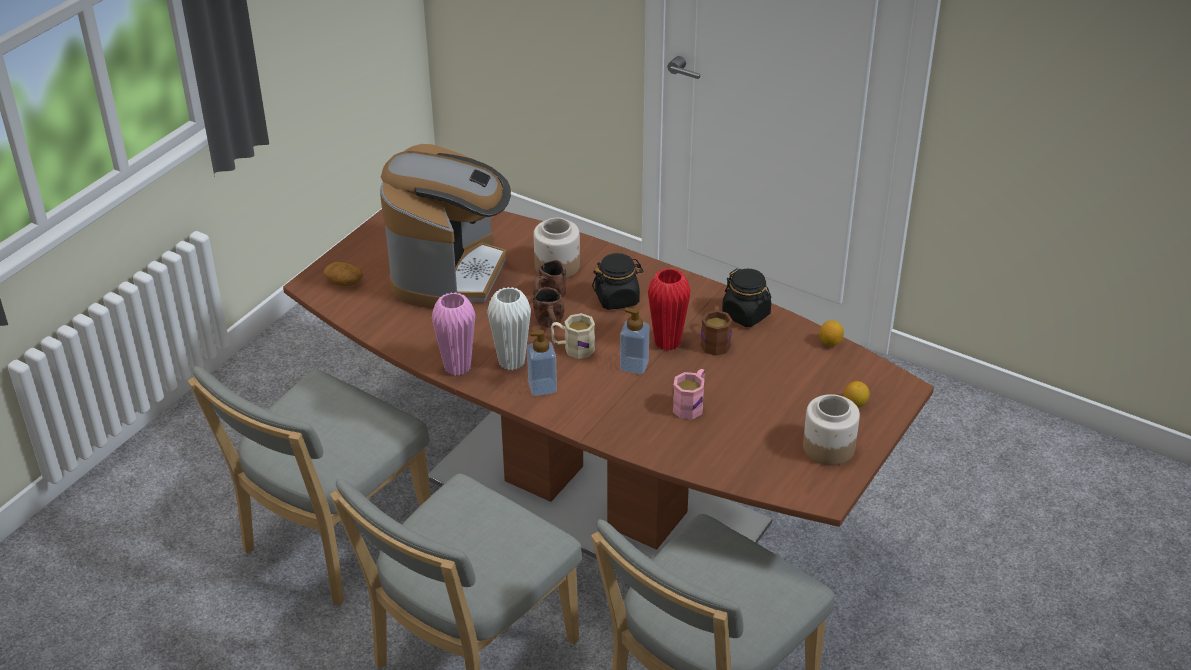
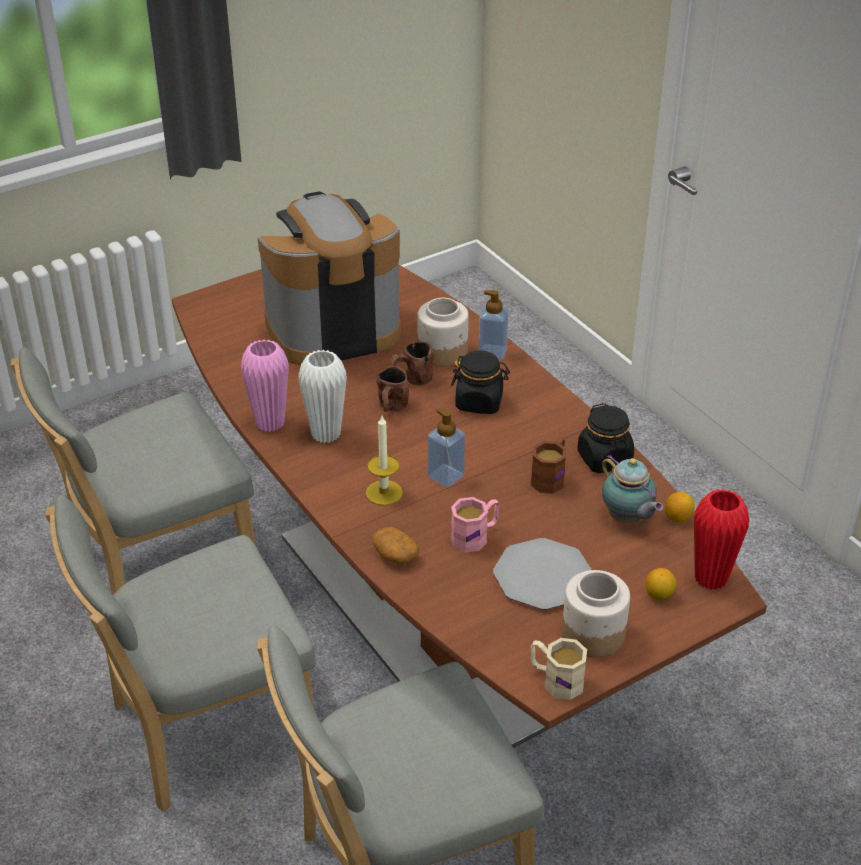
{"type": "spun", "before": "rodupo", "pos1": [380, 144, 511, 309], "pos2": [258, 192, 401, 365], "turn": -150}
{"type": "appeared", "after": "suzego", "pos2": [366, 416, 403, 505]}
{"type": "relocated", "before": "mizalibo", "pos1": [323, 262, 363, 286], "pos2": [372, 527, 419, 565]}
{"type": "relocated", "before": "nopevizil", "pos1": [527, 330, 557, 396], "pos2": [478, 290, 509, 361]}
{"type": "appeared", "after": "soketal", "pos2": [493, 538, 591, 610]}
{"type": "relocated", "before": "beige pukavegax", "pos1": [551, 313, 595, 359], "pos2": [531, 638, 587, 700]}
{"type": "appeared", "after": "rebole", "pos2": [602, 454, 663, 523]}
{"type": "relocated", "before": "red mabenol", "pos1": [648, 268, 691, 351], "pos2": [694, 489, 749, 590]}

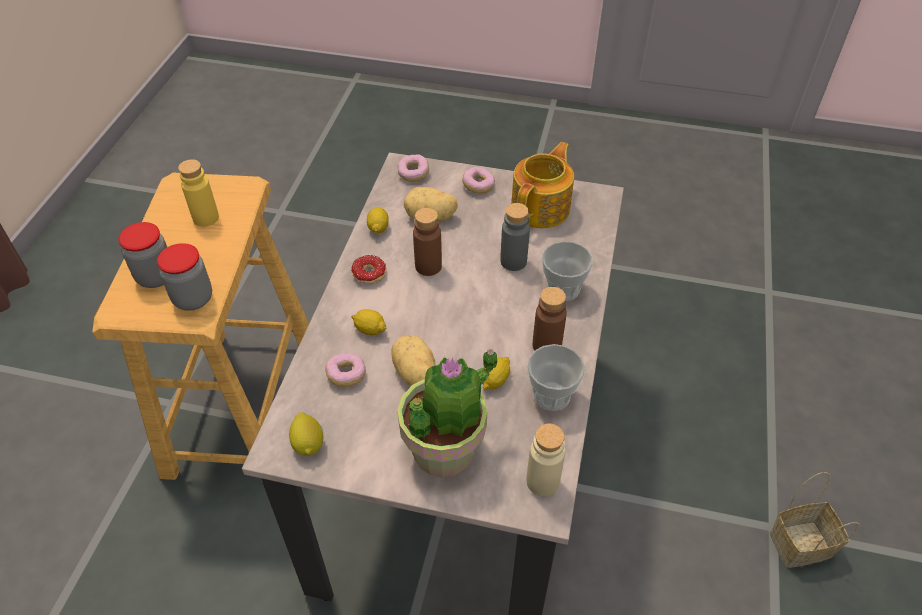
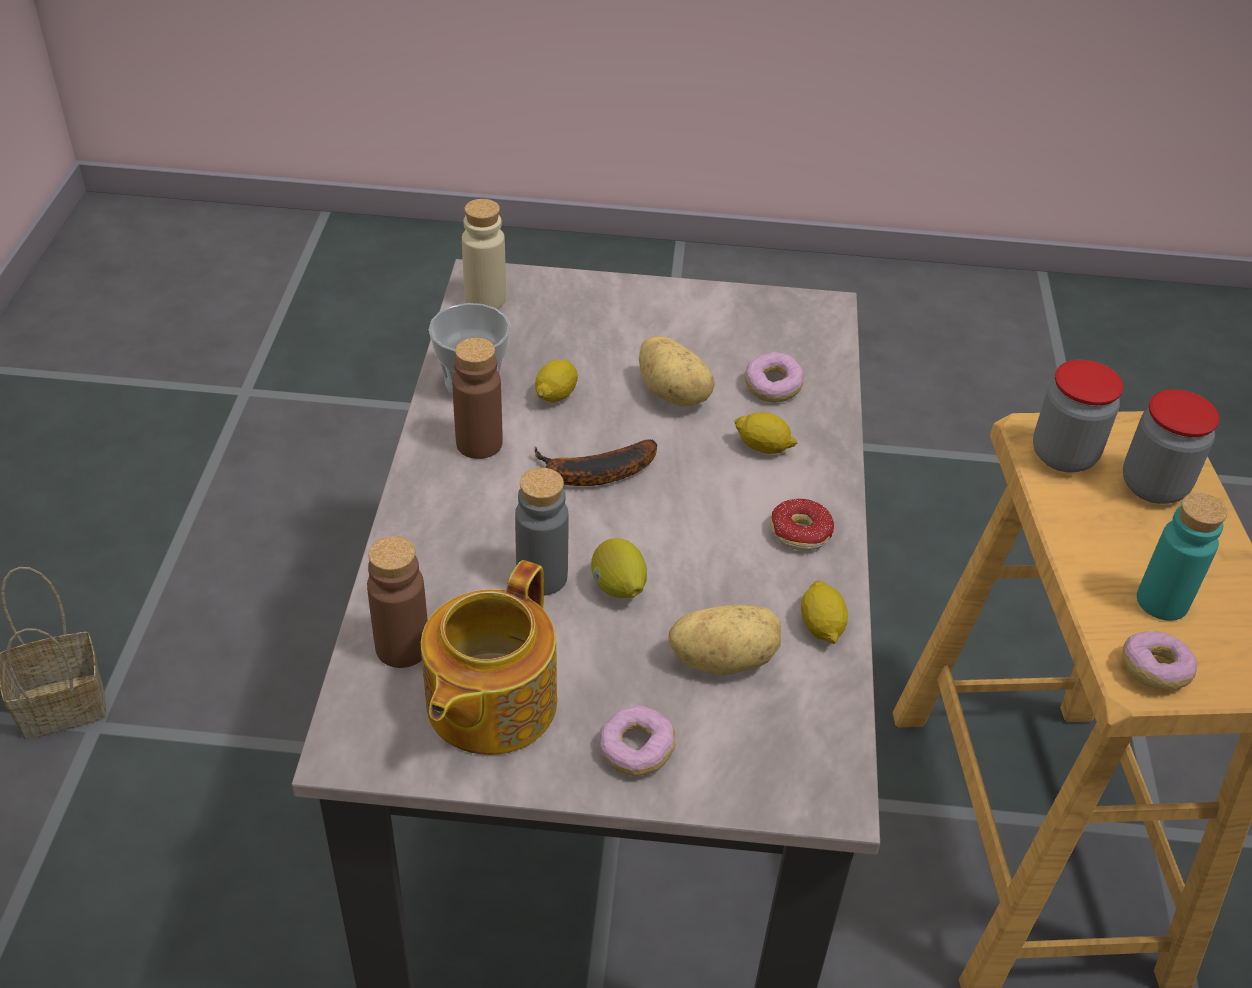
{"type": "relocated", "before": "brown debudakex", "pos1": [413, 208, 442, 276], "pos2": [367, 536, 428, 668]}
{"type": "appeared", "after": "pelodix", "pos2": [534, 440, 657, 486]}
{"type": "relocated", "before": "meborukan", "pos1": [289, 412, 323, 456], "pos2": [591, 538, 647, 598]}
{"type": "relocated", "before": "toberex", "pos1": [398, 154, 429, 182], "pos2": [1122, 632, 1197, 691]}
{"type": "colour", "before": "yellow debudakex", "after": "turquoise debudakex", "pos1": [178, 159, 219, 227], "pos2": [1137, 493, 1227, 621]}
{"type": "missing", "before": "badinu", "pos1": [397, 349, 497, 477]}
{"type": "missing", "before": "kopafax", "pos1": [542, 241, 593, 301]}

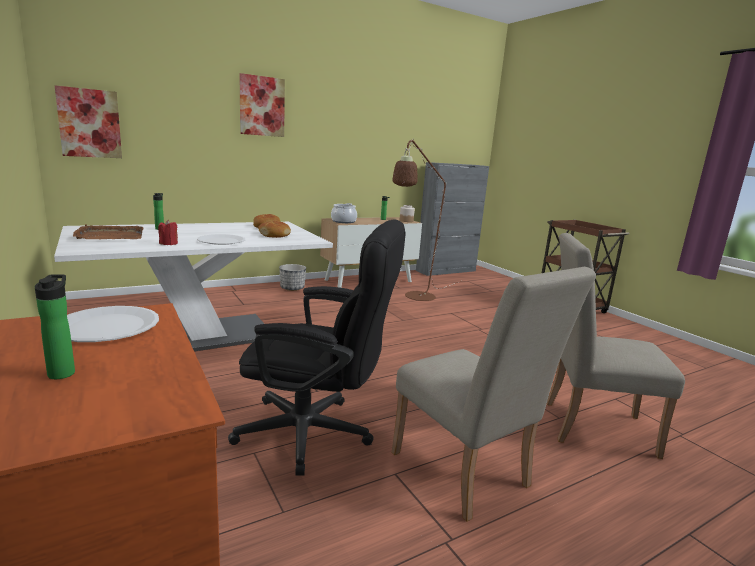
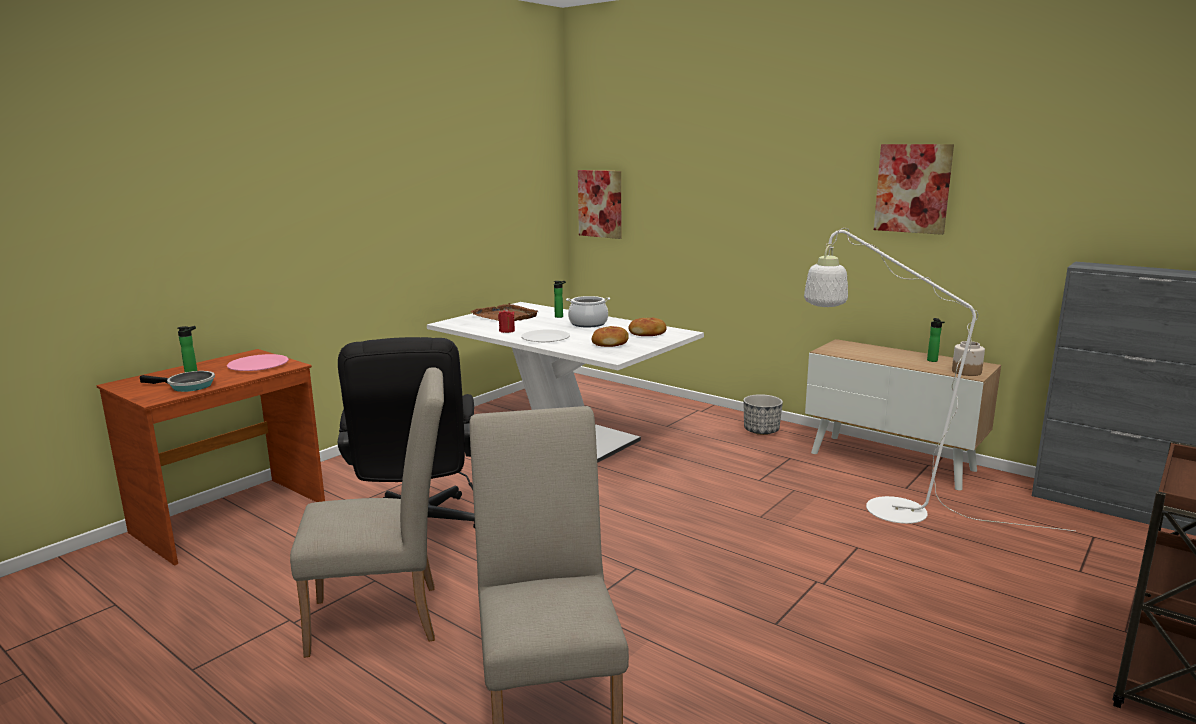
{"type": "appeared", "after": "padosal", "pos2": [140, 371, 215, 392]}
{"type": "colour", "before": "white soketal", "after": "pink soketal", "pos1": [67, 306, 159, 342], "pos2": [227, 354, 289, 371]}
{"type": "spun", "before": "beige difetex", "pos1": [392, 267, 596, 522], "pos2": [290, 368, 444, 658], "turn": -135}
{"type": "relocated", "before": "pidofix", "pos1": [331, 203, 357, 223], "pos2": [566, 296, 610, 328]}
{"type": "colour", "before": "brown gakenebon", "after": "white gakenebon", "pos1": [392, 138, 461, 301], "pos2": [804, 228, 1076, 531]}
{"type": "relocated", "before": "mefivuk", "pos1": [239, 73, 285, 137], "pos2": [874, 144, 954, 235]}

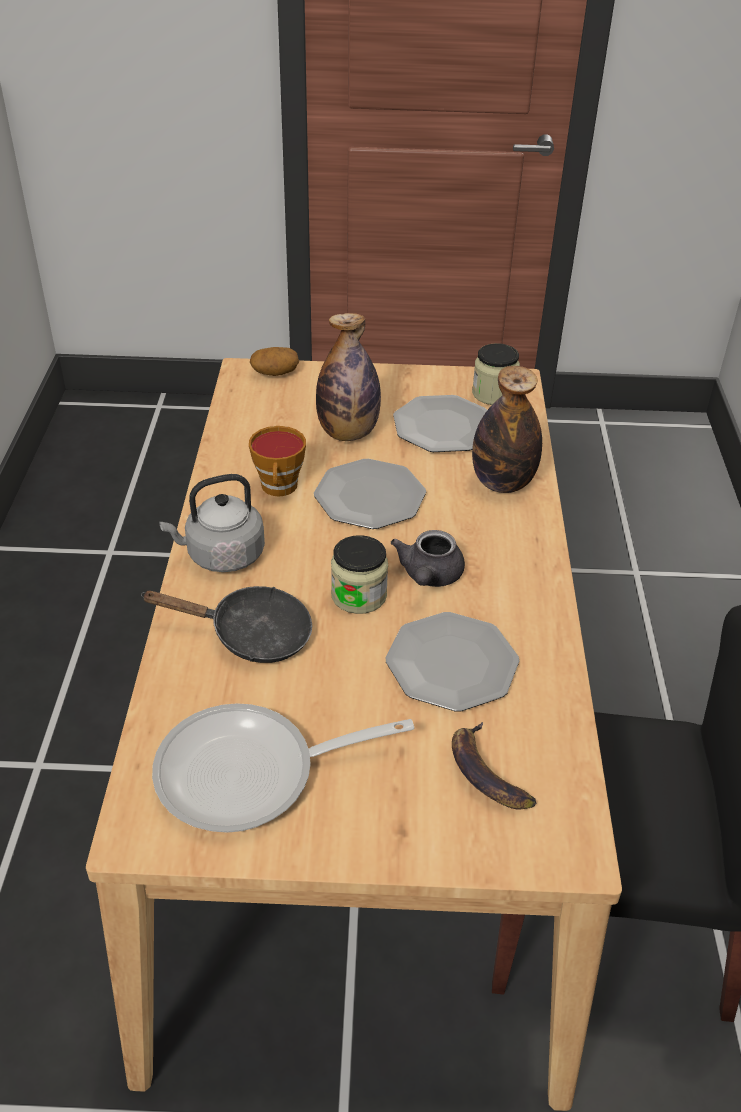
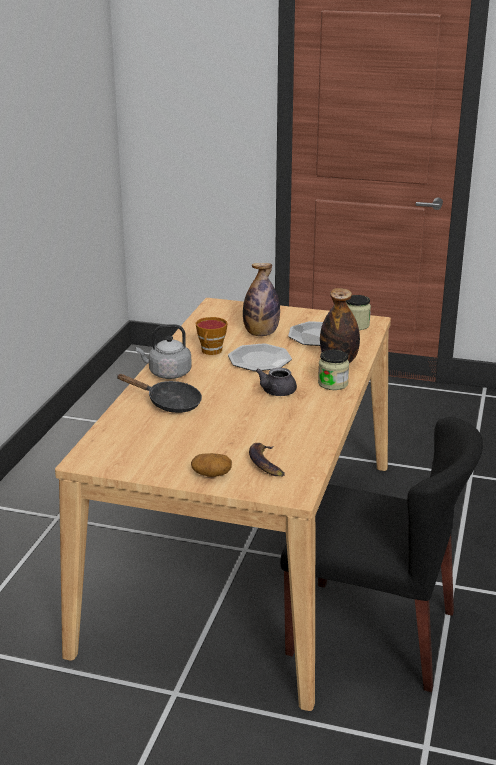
{"type": "relocated", "before": "mizalibo", "pos1": [250, 347, 299, 376], "pos2": [191, 453, 232, 477]}
{"type": "relocated", "before": "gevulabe", "pos1": [331, 535, 388, 614], "pos2": [318, 350, 349, 390]}
{"type": "missing", "before": "padosal", "pos1": [152, 703, 414, 833]}
{"type": "missing", "before": "soketal", "pos1": [386, 612, 519, 712]}

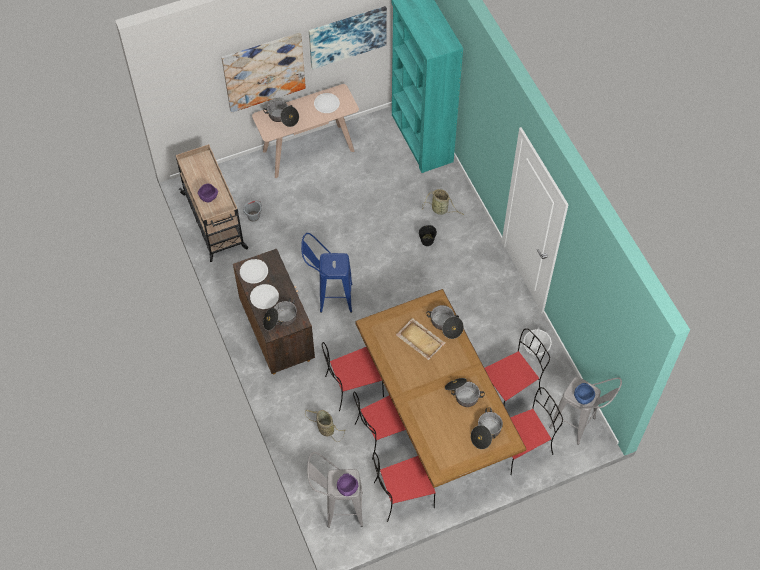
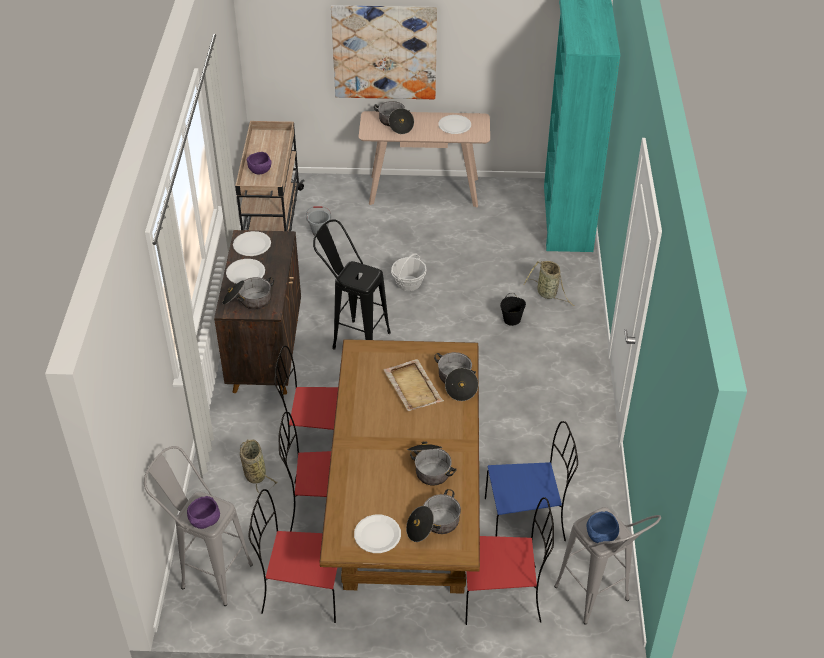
{"type": "colour", "before": "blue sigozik", "after": "black sigozik", "pos1": [301, 233, 353, 313], "pos2": [313, 219, 391, 350]}
{"type": "appeared", "after": "white soketal", "pos2": [354, 515, 401, 553]}
{"type": "relocated", "before": "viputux", "pos1": [523, 327, 552, 357], "pos2": [391, 253, 426, 291]}
{"type": "colour", "before": "red difetex", "after": "blue difetex", "pos1": [485, 328, 550, 405], "pos2": [485, 421, 578, 541]}
{"type": "missing", "before": "mefivuk", "pos1": [309, 6, 387, 69]}

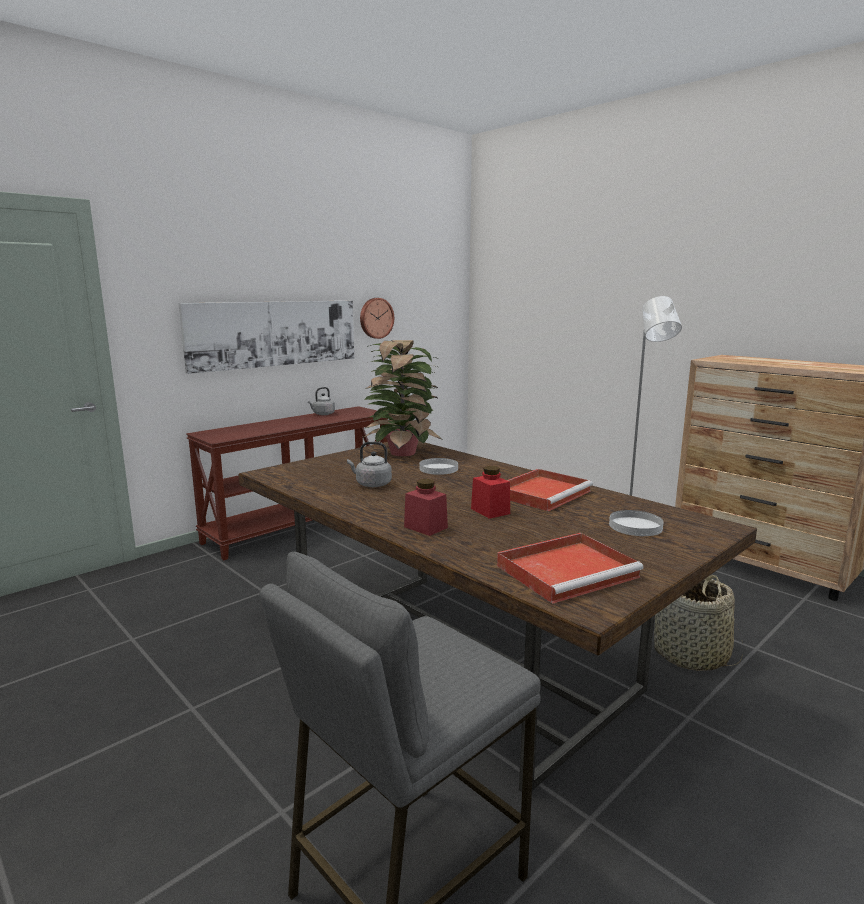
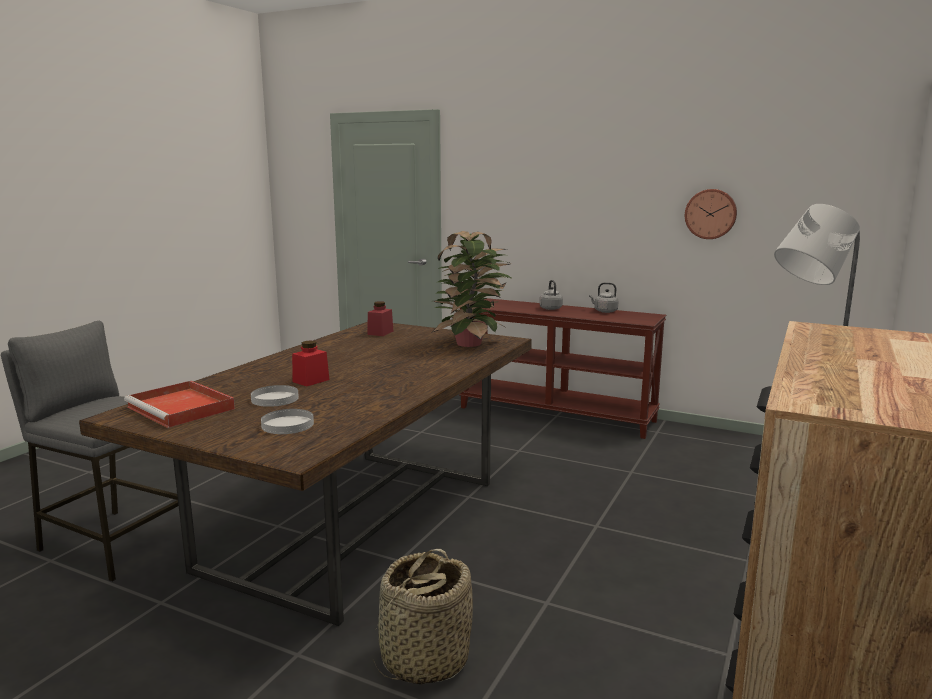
{"type": "relocated", "before": "white soketal", "pos1": [419, 458, 458, 475], "pos2": [251, 385, 299, 407]}
{"type": "relocated", "before": "red gevulabe", "pos1": [404, 479, 448, 536], "pos2": [367, 301, 394, 336]}
{"type": "relocated", "before": "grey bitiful", "pos1": [347, 442, 392, 487], "pos2": [539, 280, 563, 310]}
{"type": "missing", "before": "mefivuk", "pos1": [179, 301, 354, 374]}
{"type": "missing", "before": "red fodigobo", "pos1": [507, 469, 593, 511]}

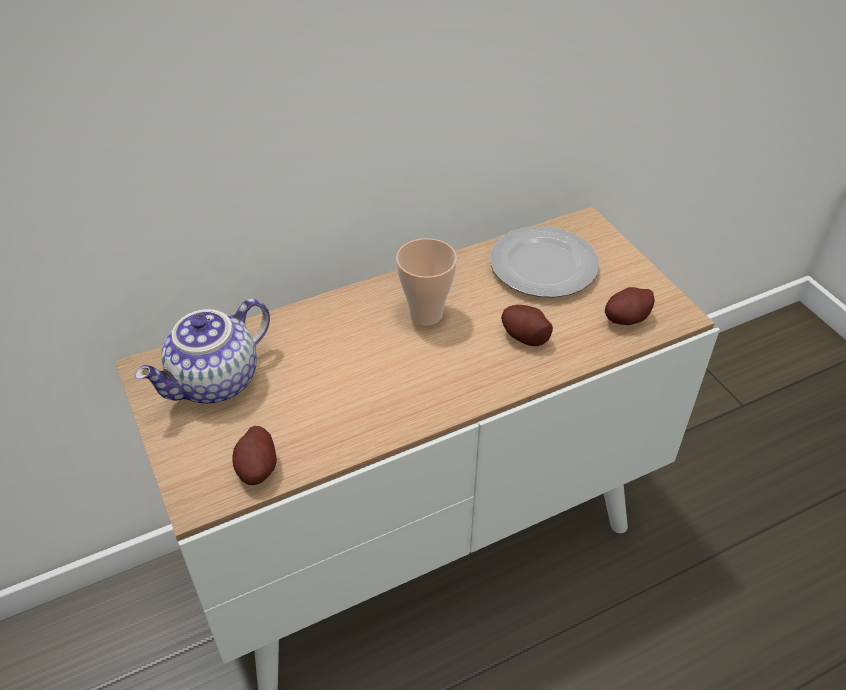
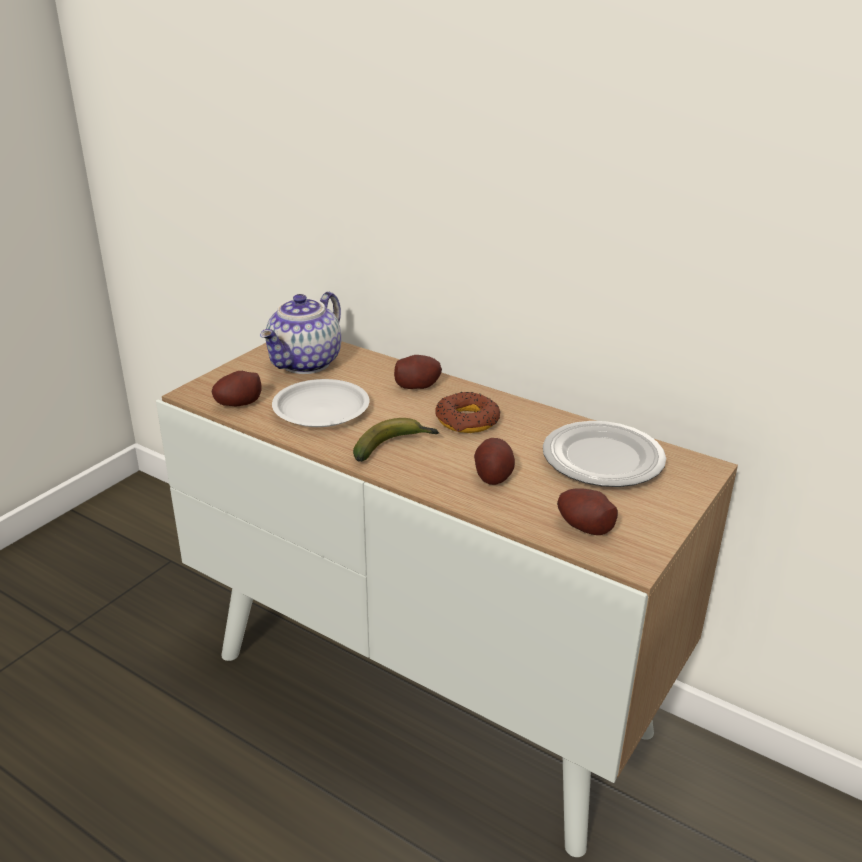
{"type": "spun", "before": "rebole", "pos1": [134, 298, 270, 403], "pos2": [260, 291, 341, 374], "turn": -75}
{"type": "appeared", "after": "white soketal", "pos2": [272, 379, 370, 427]}
{"type": "appeared", "after": "pelodix", "pos2": [353, 418, 439, 462]}
{"type": "appeared", "after": "mizalibo", "pos2": [394, 355, 442, 389]}
{"type": "exchanged", "before": "kopafax", "after": "toberex", "pos1": [396, 238, 457, 326], "pos2": [435, 392, 500, 433]}

